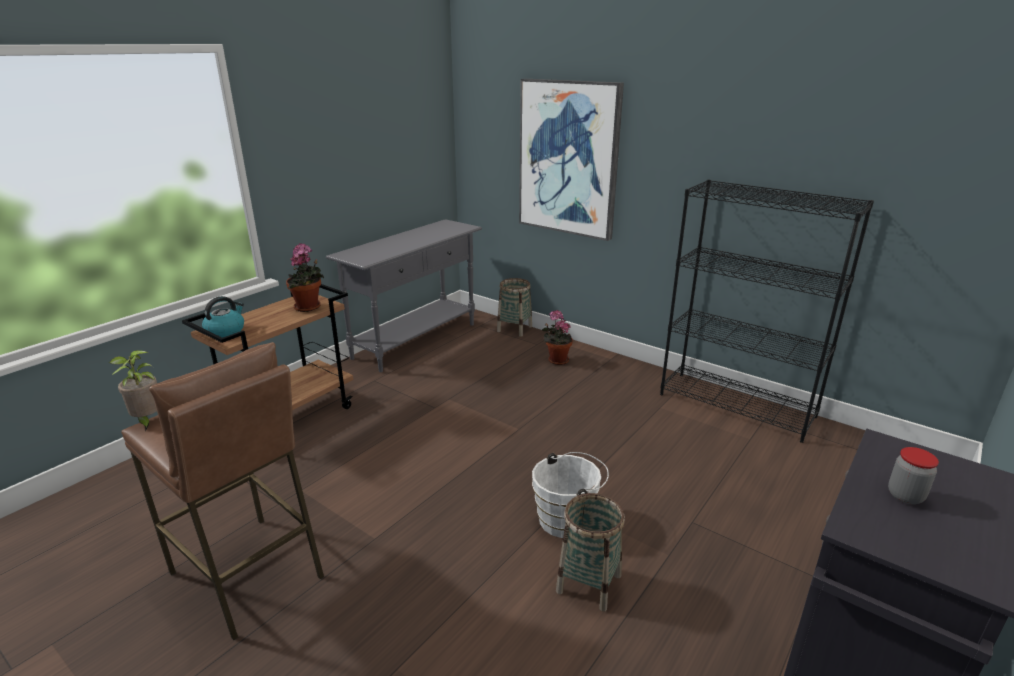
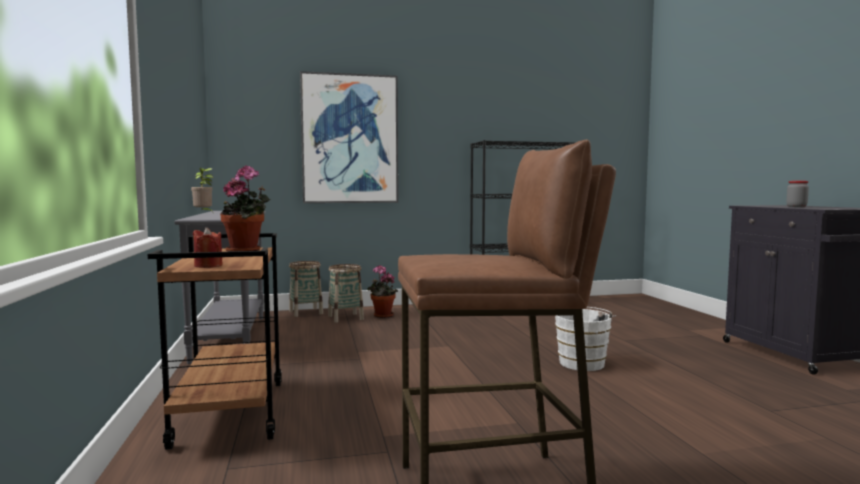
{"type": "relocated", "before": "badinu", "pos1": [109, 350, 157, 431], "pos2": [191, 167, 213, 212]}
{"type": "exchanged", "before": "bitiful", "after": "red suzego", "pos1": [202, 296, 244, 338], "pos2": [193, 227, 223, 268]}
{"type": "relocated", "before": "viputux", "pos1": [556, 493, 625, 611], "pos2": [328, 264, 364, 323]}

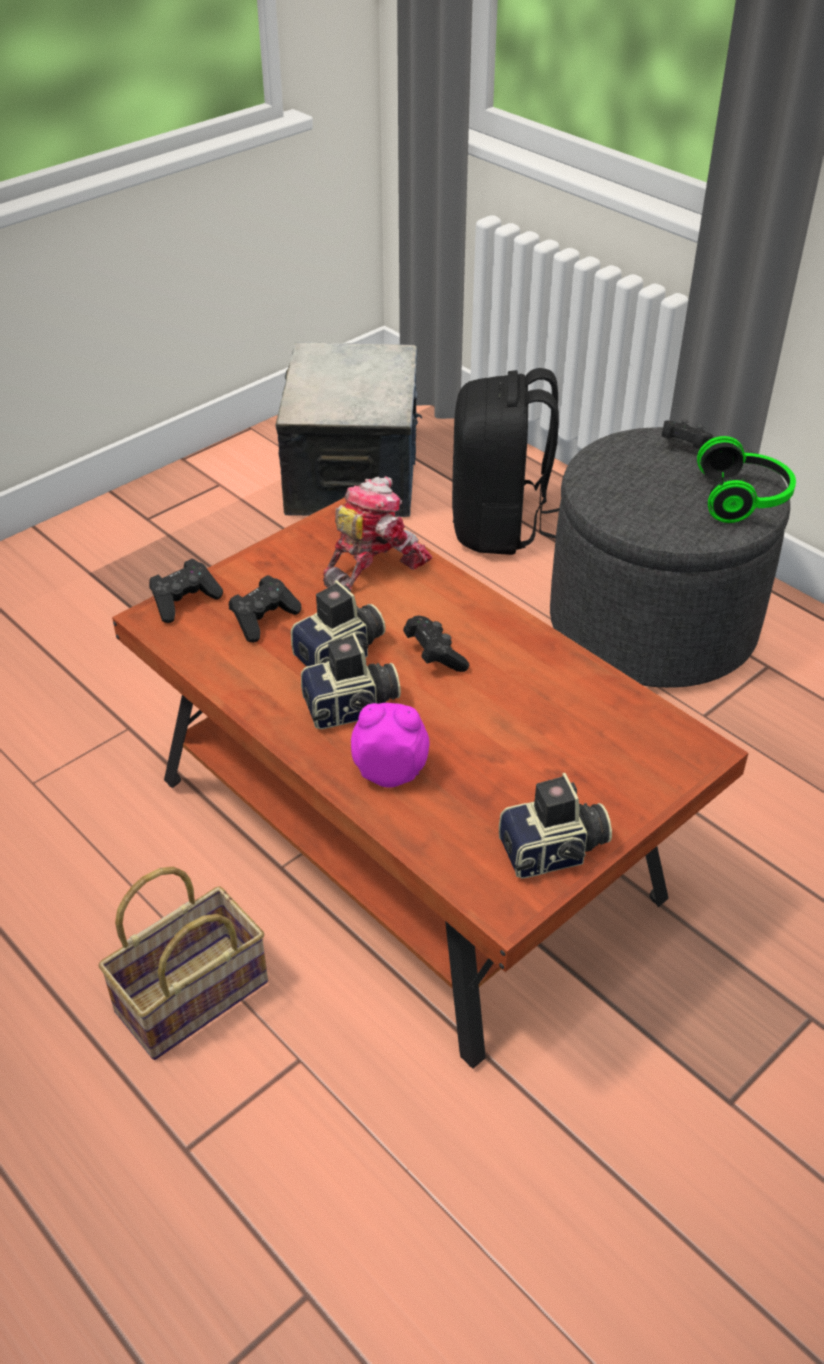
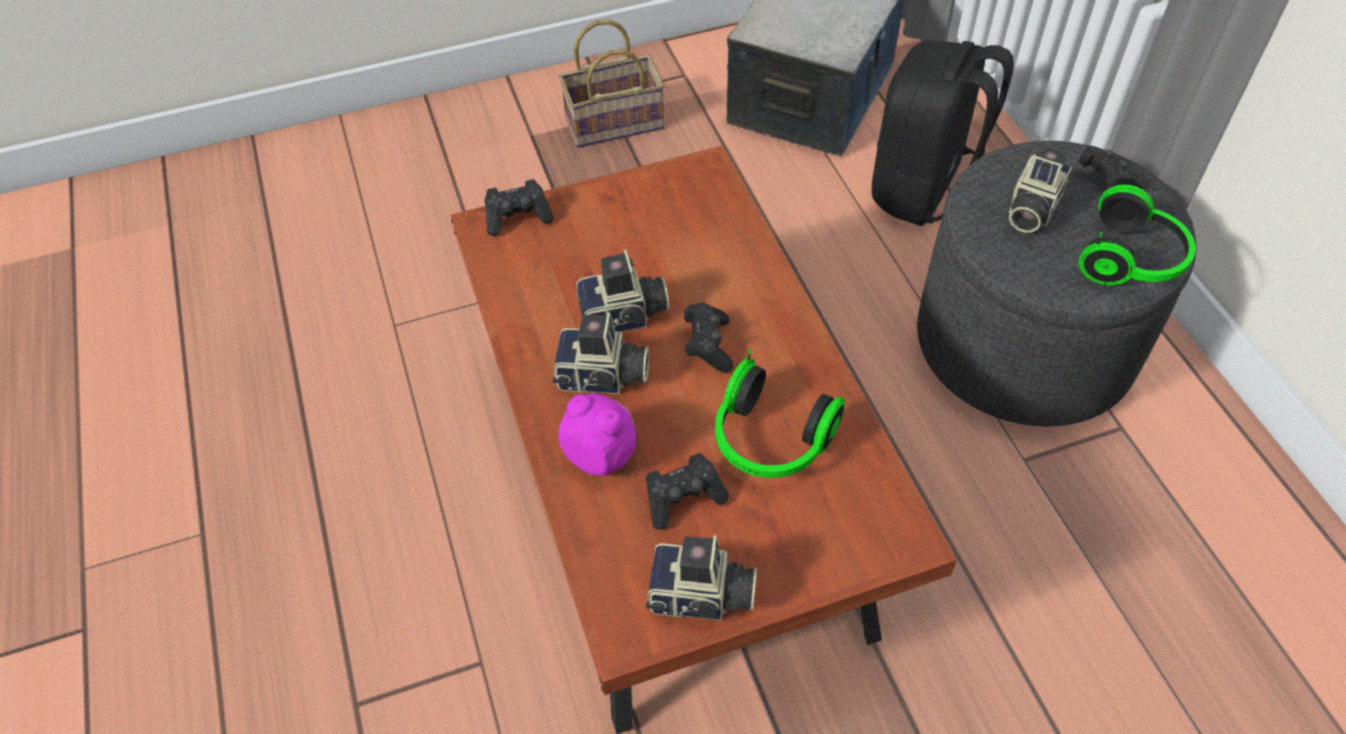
{"type": "relocated", "before": "viputux", "pos1": [98, 867, 268, 1060], "pos2": [559, 19, 665, 148]}
{"type": "relocated", "before": "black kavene", "pos1": [229, 575, 301, 643], "pos2": [646, 453, 729, 530]}
{"type": "appeared", "after": "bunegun", "pos2": [715, 349, 845, 478]}
{"type": "appeared", "after": "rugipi", "pos2": [1007, 146, 1073, 233]}
{"type": "missing", "before": "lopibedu", "pos1": [323, 476, 432, 590]}

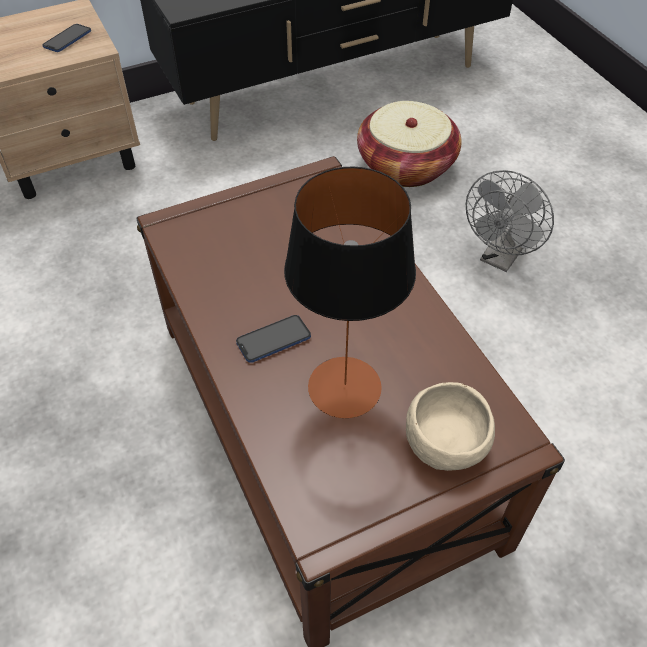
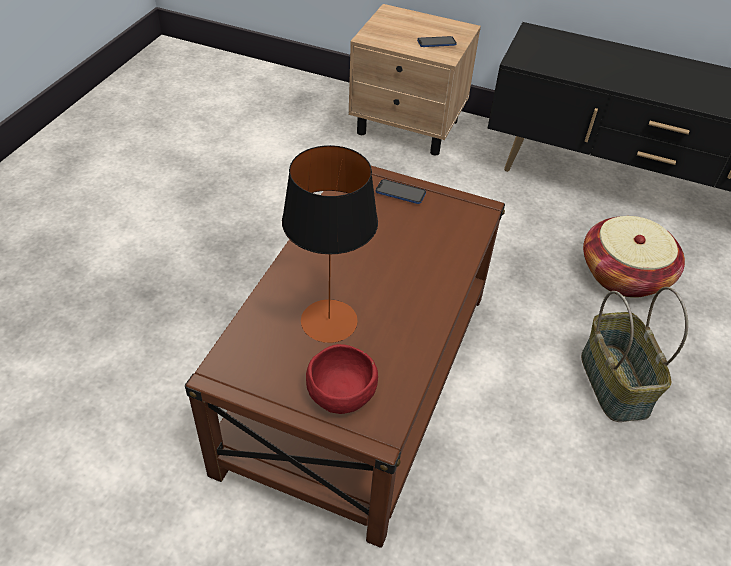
{"type": "colour", "before": "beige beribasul", "after": "red beribasul", "pos1": [406, 382, 495, 471], "pos2": [306, 344, 378, 414]}
{"type": "relocated", "before": "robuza", "pos1": [236, 315, 311, 363], "pos2": [376, 179, 426, 204]}
{"type": "exchanged", "before": "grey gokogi", "after": "viputux", "pos1": [466, 170, 554, 272], "pos2": [581, 287, 688, 422]}

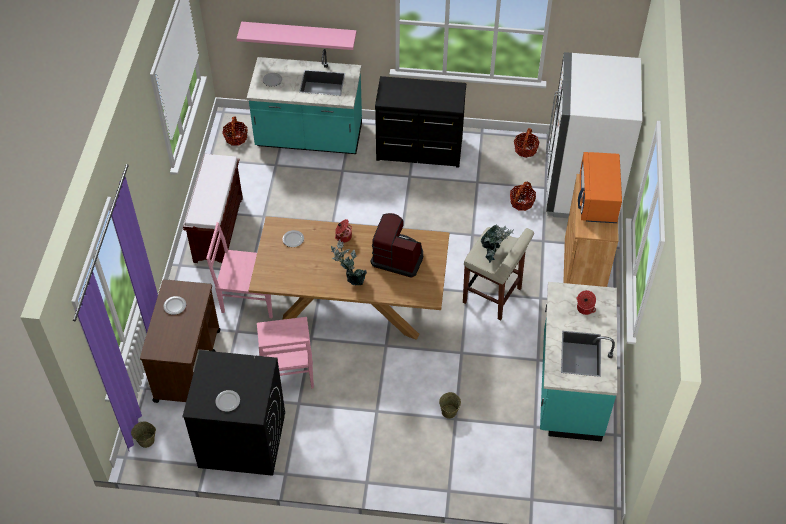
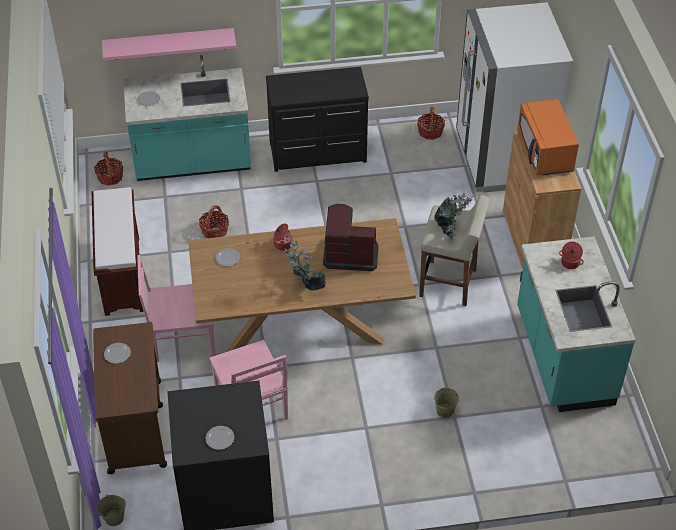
{"type": "relocated", "before": "viputux", "pos1": [510, 181, 536, 211], "pos2": [199, 205, 229, 238]}

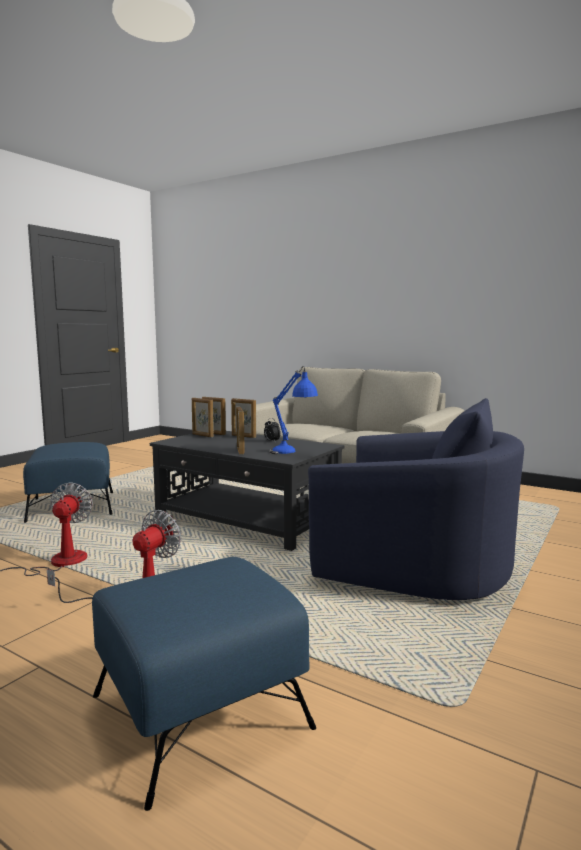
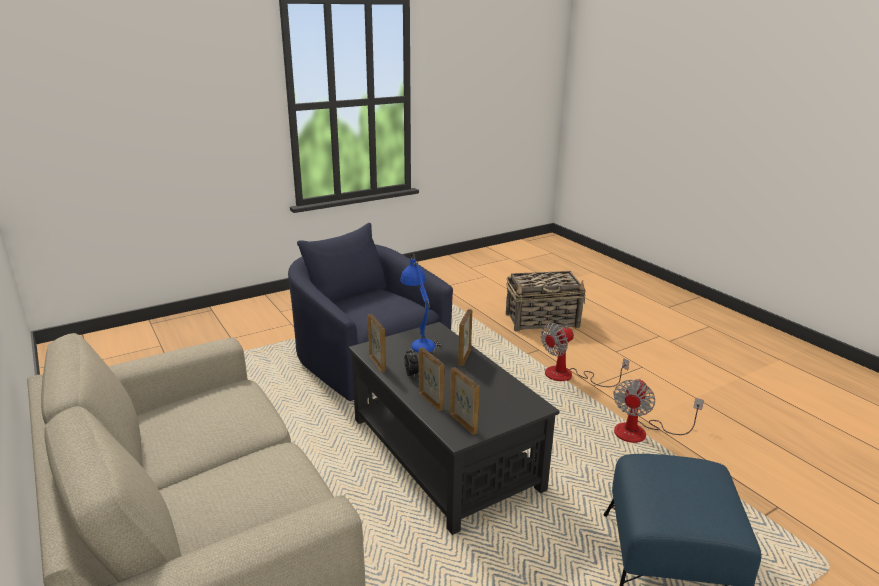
{"type": "relocated", "before": "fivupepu", "pos1": [192, 398, 214, 437], "pos2": [368, 314, 386, 372]}
{"type": "exchanged", "before": "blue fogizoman", "after": "viputux", "pos1": [92, 557, 316, 811], "pos2": [506, 271, 586, 332]}

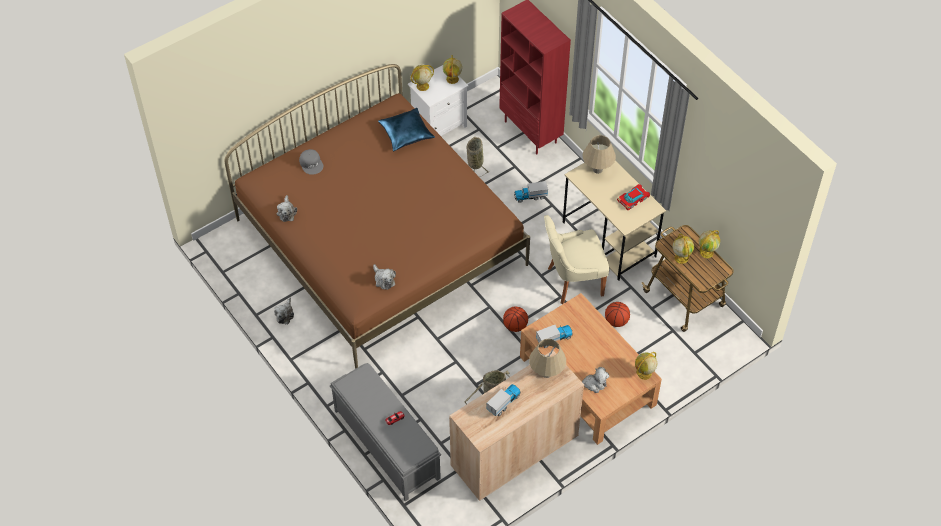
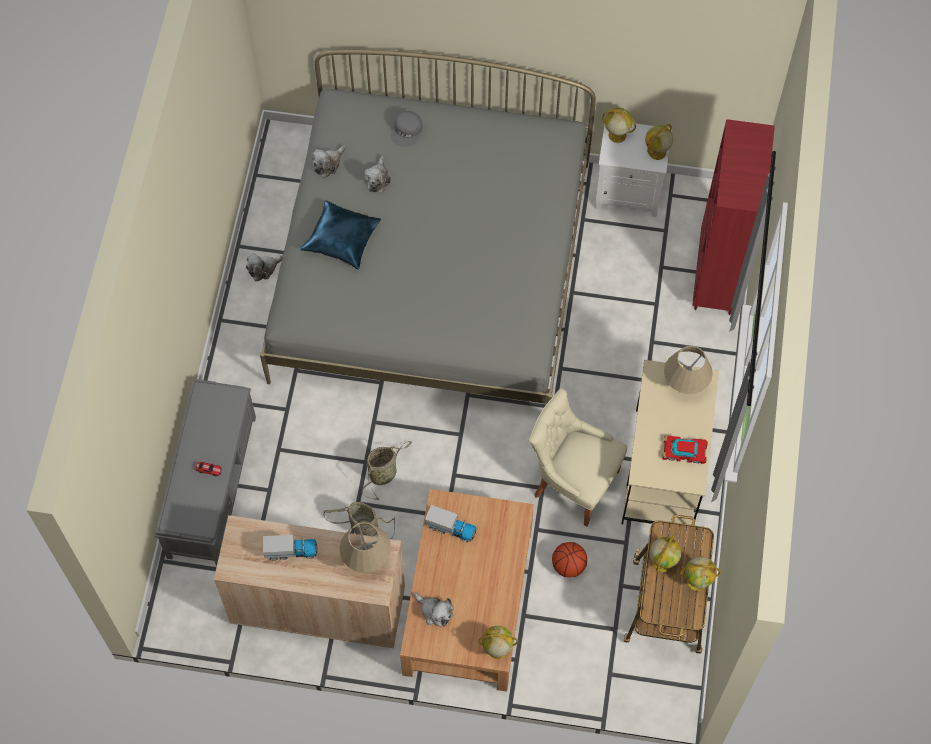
{"type": "colour", "before": "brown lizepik", "after": "grey lizepik", "pos1": [225, 64, 530, 369], "pos2": [260, 50, 596, 404]}
{"type": "relocated", "before": "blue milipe", "pos1": [378, 108, 435, 151], "pos2": [300, 200, 381, 269]}
{"type": "relocated", "before": "viputux", "pos1": [467, 137, 488, 177], "pos2": [362, 441, 412, 500]}
{"type": "relocated", "before": "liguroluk", "pos1": [373, 264, 396, 290], "pos2": [364, 156, 391, 193]}
{"type": "missing", "before": "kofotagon", "pos1": [503, 307, 528, 332]}
{"type": "missing", "before": "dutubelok", "pos1": [514, 181, 548, 203]}

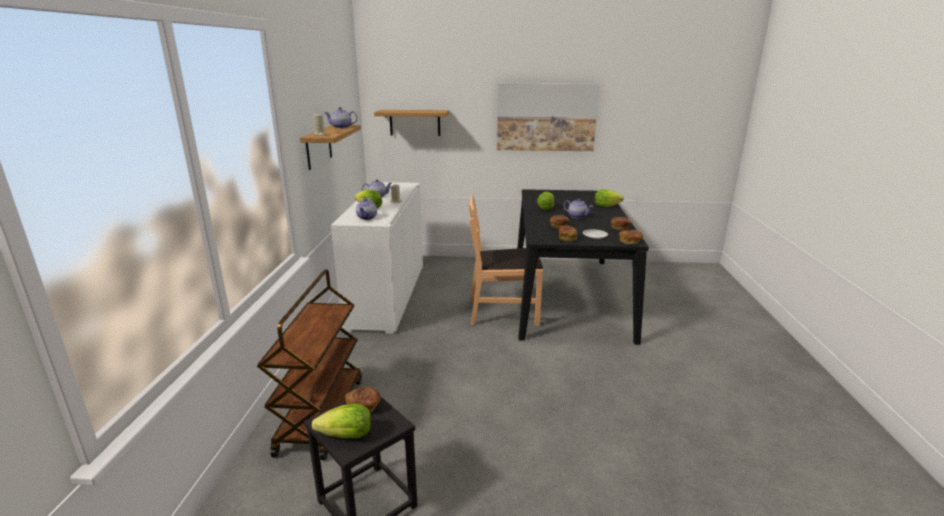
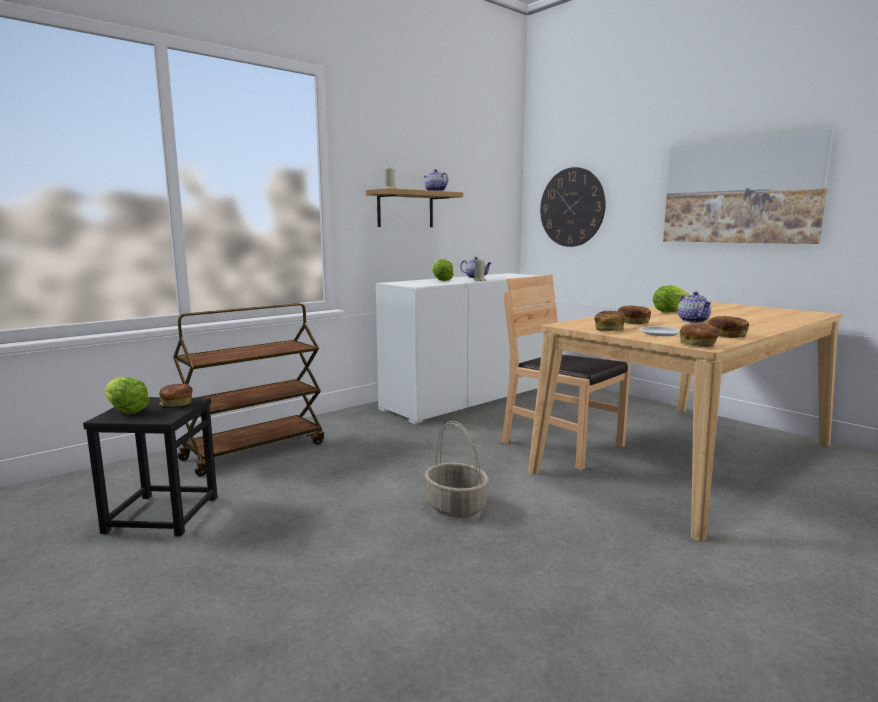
{"type": "appeared", "after": "viputux", "pos2": [425, 421, 489, 518]}
{"type": "colour", "before": "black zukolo", "after": "beige zukolo", "pos1": [517, 189, 649, 345], "pos2": [528, 302, 842, 542]}
{"type": "exchanged", "before": "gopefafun", "after": "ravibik", "pos1": [374, 110, 449, 136], "pos2": [540, 167, 606, 247]}
{"type": "missing", "before": "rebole", "pos1": [356, 198, 377, 220]}
{"type": "missing", "before": "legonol", "pos1": [595, 189, 623, 207]}

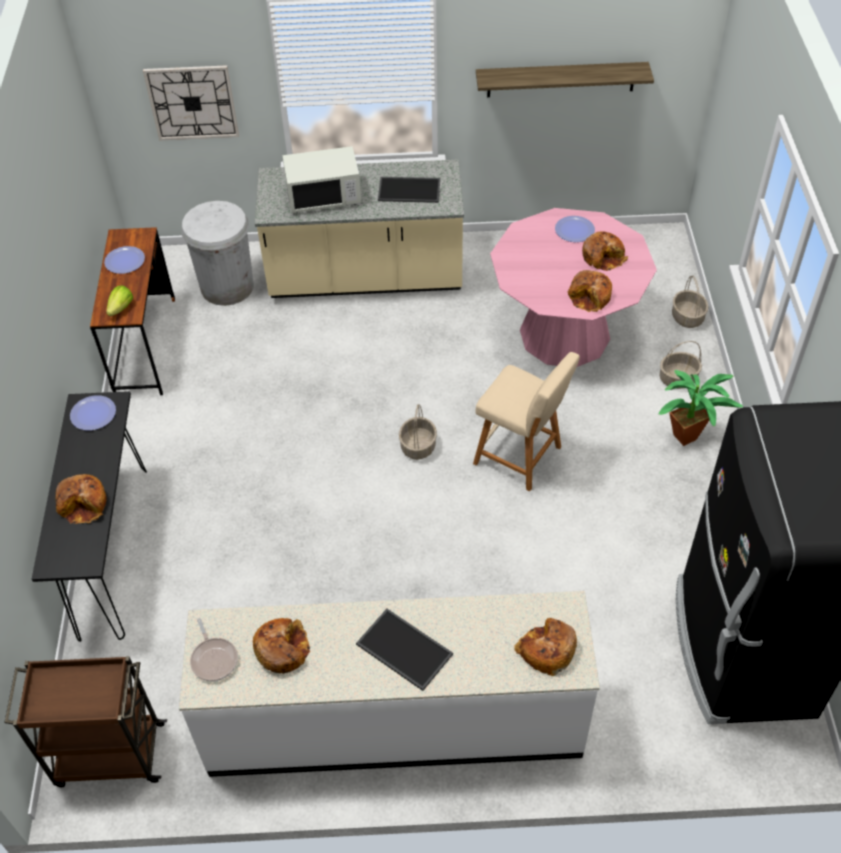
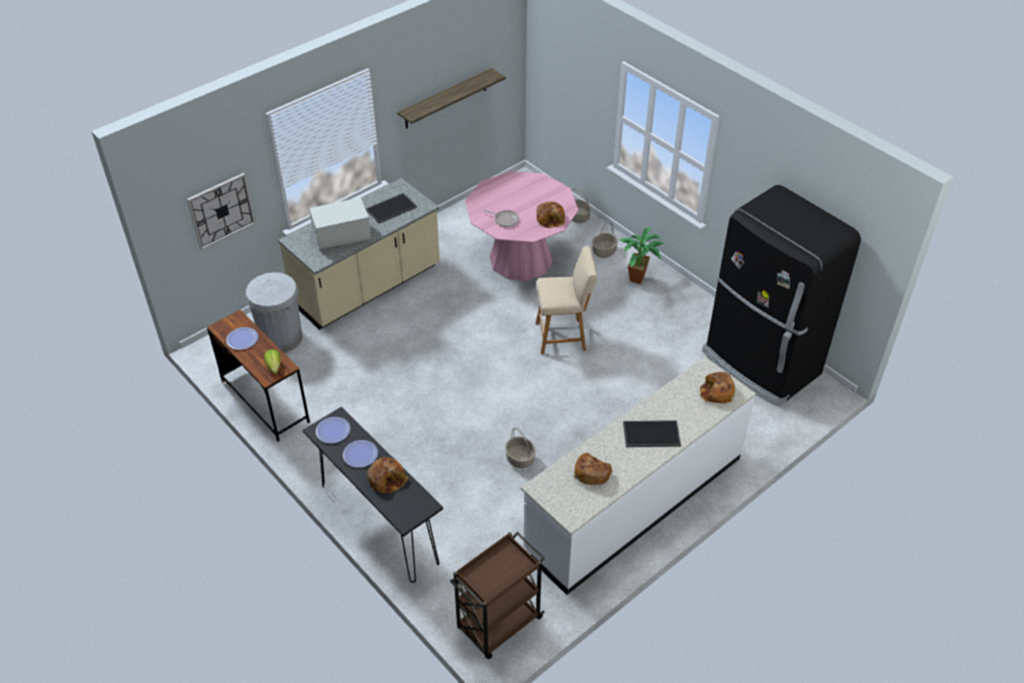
{"type": "spun", "before": "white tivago", "pos1": [282, 146, 361, 213], "pos2": [309, 197, 371, 250], "turn": -150}
{"type": "relocated", "before": "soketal", "pos1": [555, 216, 595, 242], "pos2": [343, 440, 378, 468]}
{"type": "relocated", "before": "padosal", "pos1": [190, 618, 238, 681], "pos2": [484, 210, 519, 227]}
{"type": "relocated", "before": "viputux", "pos1": [399, 404, 437, 460], "pos2": [505, 427, 536, 469]}
{"type": "missing", "before": "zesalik", "pos1": [582, 231, 628, 271]}

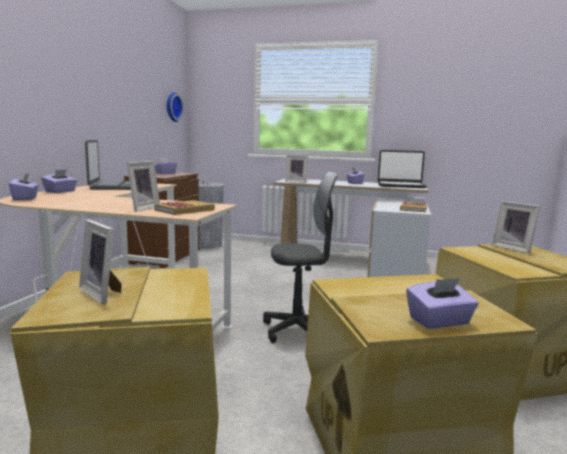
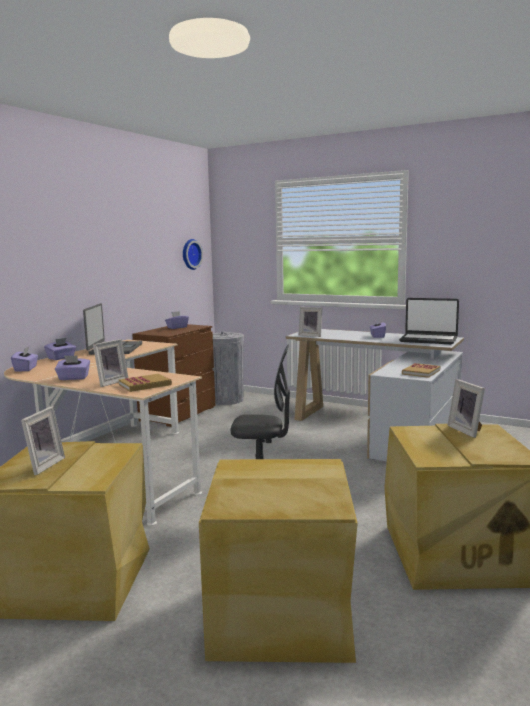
{"type": "spun", "before": "fivupepu", "pos1": [79, 219, 122, 304], "pos2": [21, 406, 65, 475], "turn": -135}
{"type": "relocated", "before": "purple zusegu", "pos1": [406, 278, 479, 329], "pos2": [55, 355, 90, 380]}

